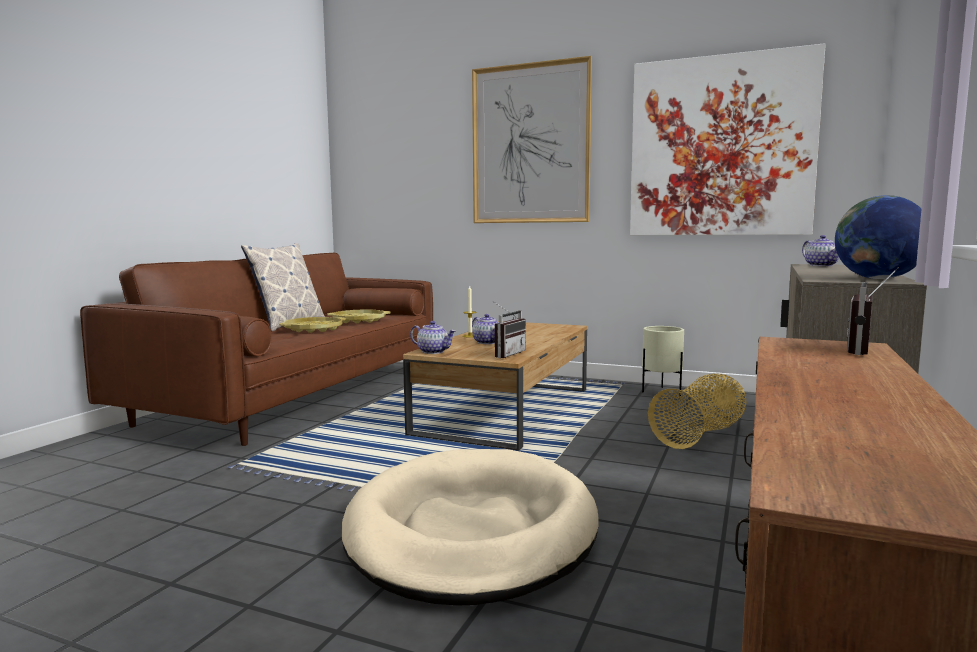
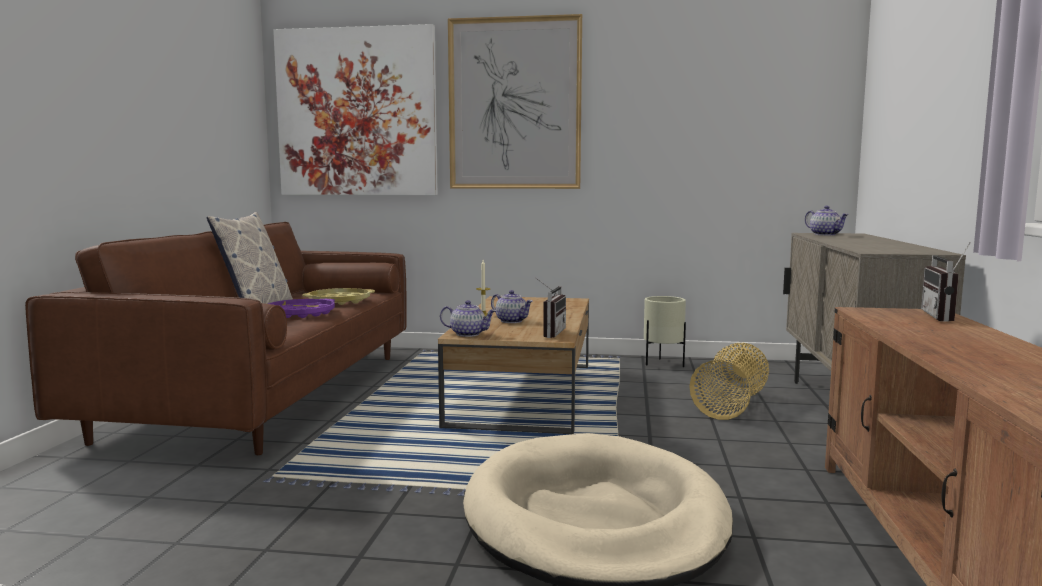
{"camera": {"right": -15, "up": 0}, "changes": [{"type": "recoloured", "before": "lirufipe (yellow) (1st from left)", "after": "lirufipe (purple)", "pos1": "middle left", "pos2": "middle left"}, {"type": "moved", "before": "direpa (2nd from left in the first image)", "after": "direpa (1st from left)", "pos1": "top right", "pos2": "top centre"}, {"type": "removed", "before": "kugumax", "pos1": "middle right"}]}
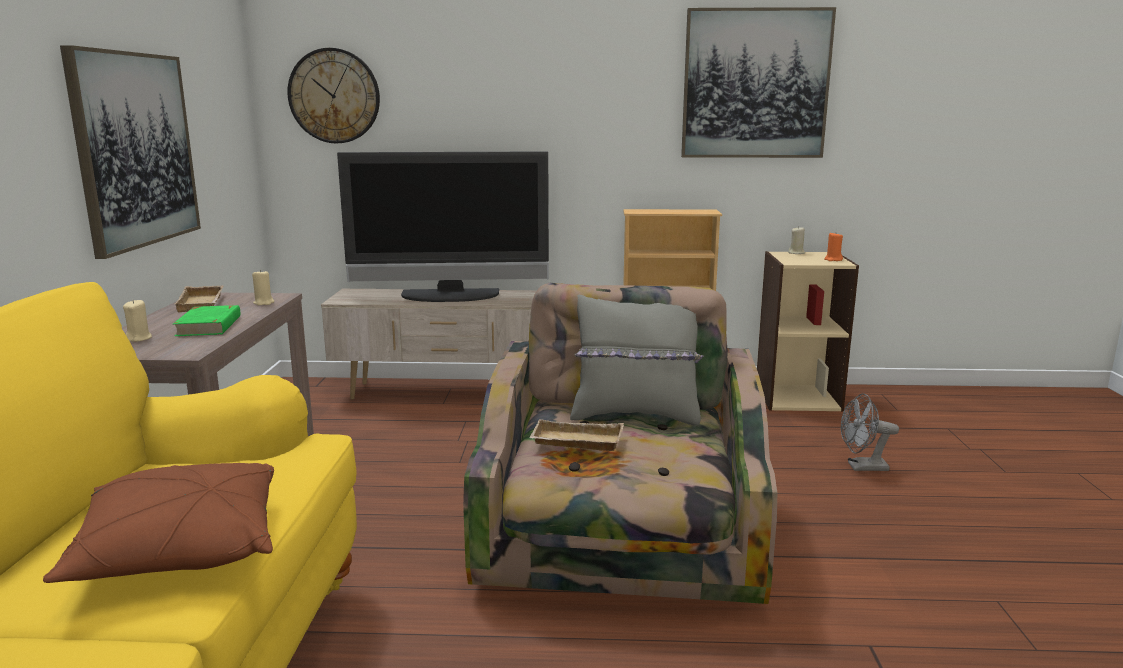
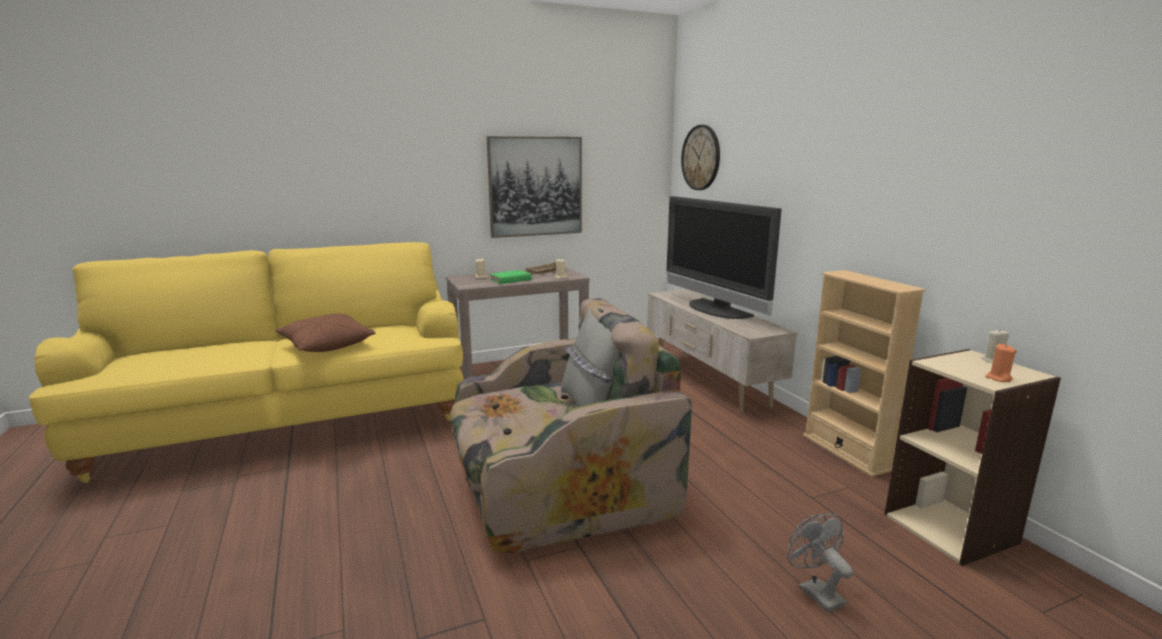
{"camera": {"right": 65, "up": 0}, "changes": [{"type": "removed", "before": "lirufipe (beige) (2nd from left)", "pos1": "centre"}, {"type": "removed", "before": "direpa (2nd from left)", "pos1": "top right"}]}
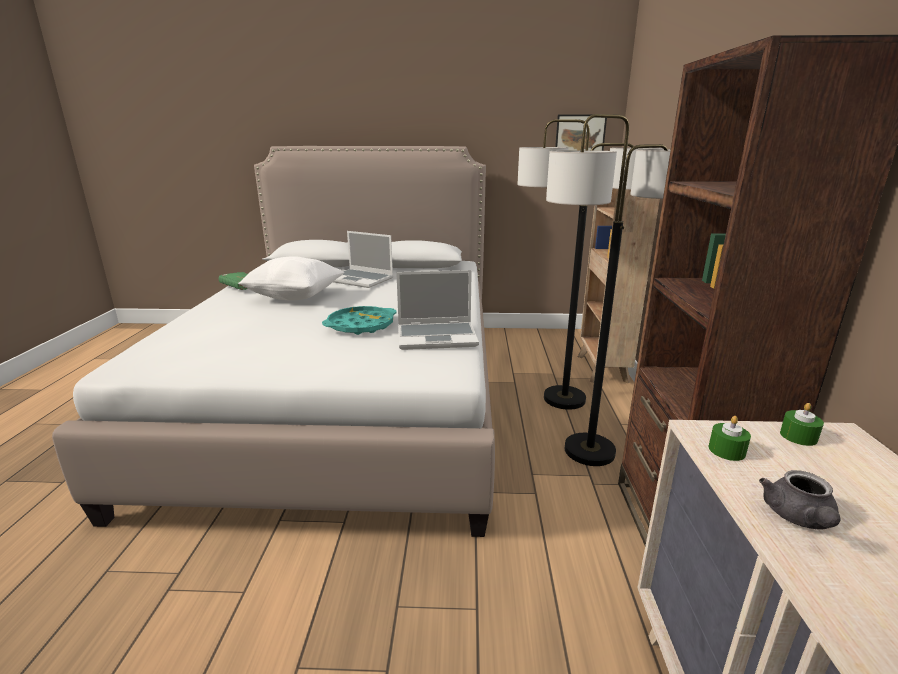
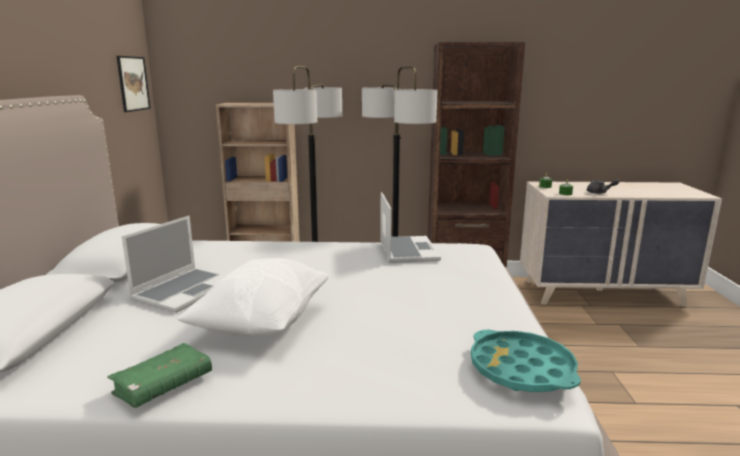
{"camera": {"right": -90, "up": -5}, "changes": [{"type": "moved", "before": "lirufipe (turquoise)", "pos1": "centre", "pos2": "bottom right"}]}
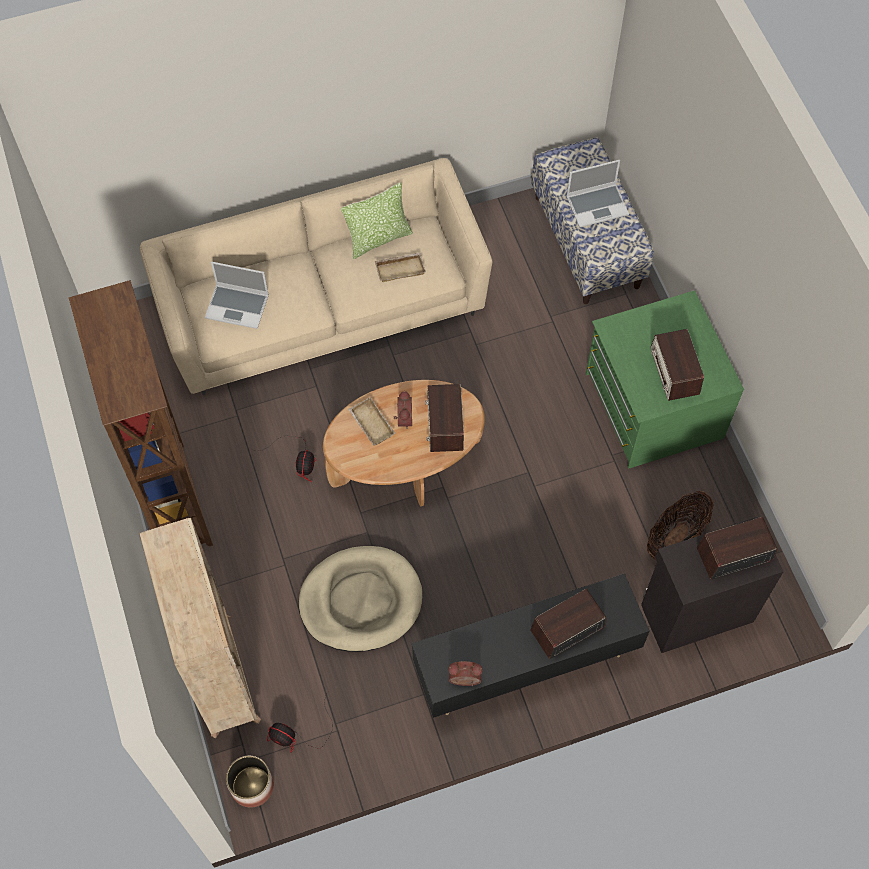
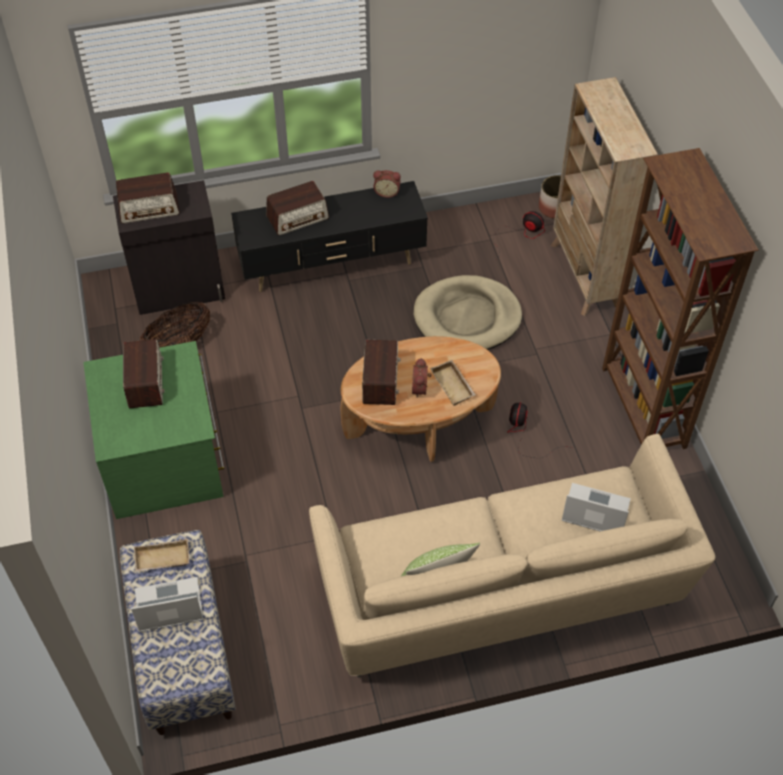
{"camera": {"right": -175, "up": -10}, "changes": [{"type": "moved", "before": "lirufipe (beige) (2nd from left in the first image)", "after": "lirufipe (beige) (1st from left)", "pos1": "top centre", "pos2": "bottom left"}]}
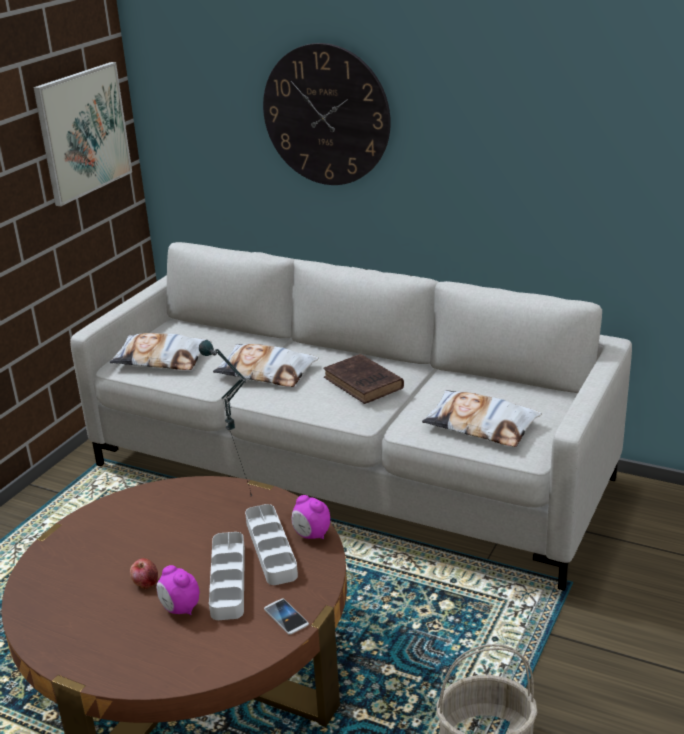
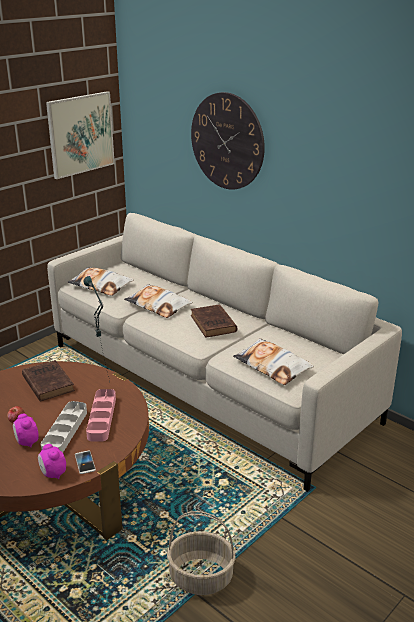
{"camera": {"right": 15, "up": 0}, "changes": [{"type": "recoloured", "before": "lirufipe (grey) (2nd from left)", "after": "lirufipe (pink)", "pos1": "bottom centre", "pos2": "bottom left"}, {"type": "moved", "before": "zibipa (2nd from left)", "pos1": "bottom centre", "pos2": "bottom left"}, {"type": "added", "after": "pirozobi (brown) (1st from left)", "pos2": "middle left"}]}
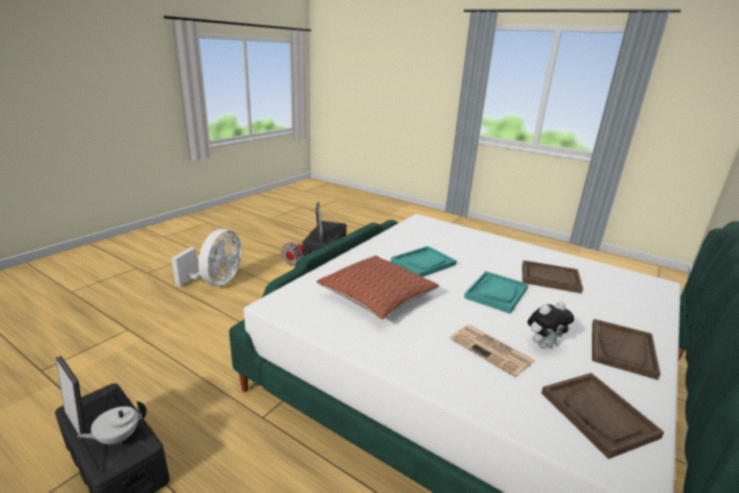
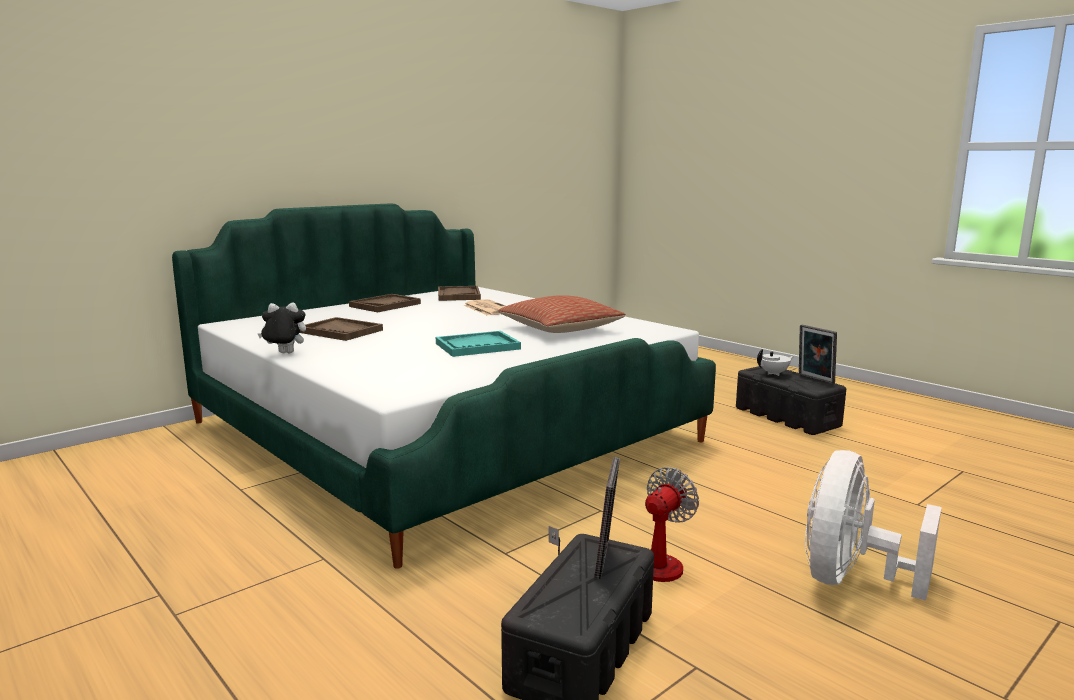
{"camera": {"right": -165, "up": -10}, "changes": [{"type": "removed", "before": "lirufipe (turquoise) (2nd from left)", "pos1": "middle right"}, {"type": "moved", "before": "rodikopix", "pos1": "middle right", "pos2": "middle left"}]}
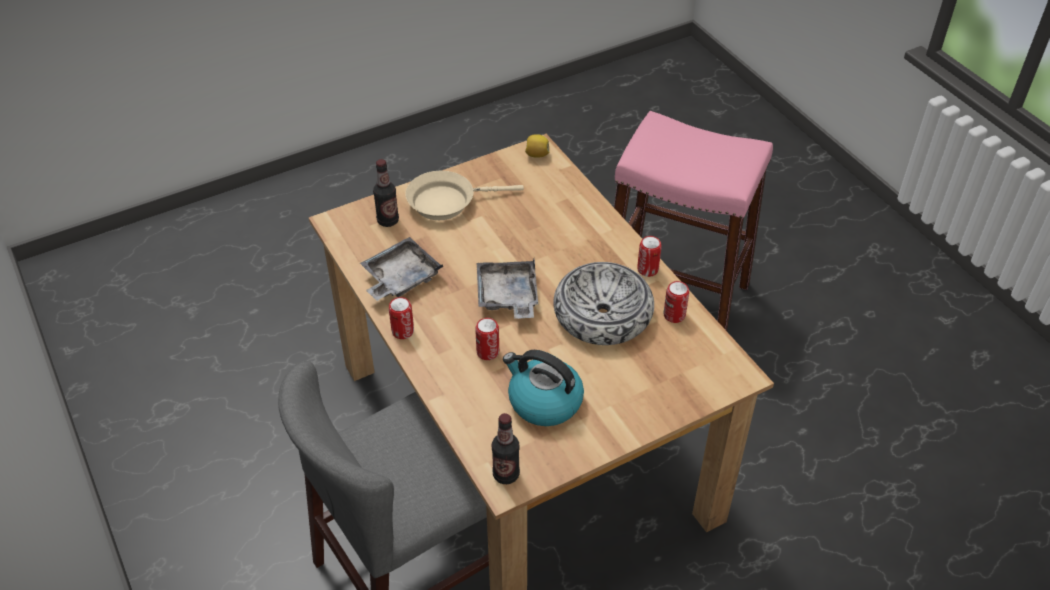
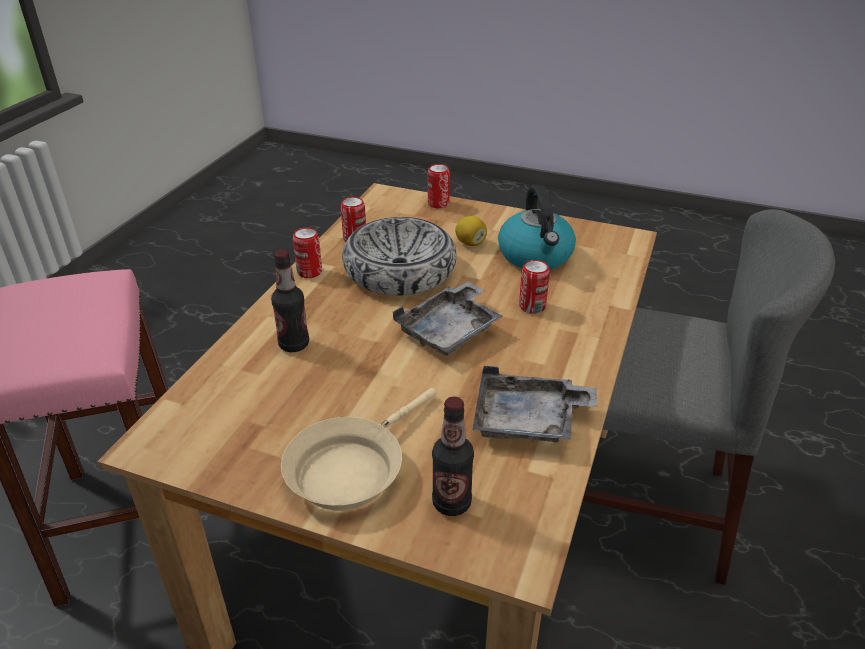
{"camera": {"right": -130, "up": -10}, "changes": [{"type": "moved", "before": "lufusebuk (1st from left in the first image)", "after": "lufusebuk (3rd from left)", "pos1": "centre", "pos2": "top centre"}, {"type": "turned", "before": "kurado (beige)", "pos1": "top centre", "pos2": "bottom centre", "turn": 90}, {"type": "moved", "before": "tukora (2nd from left in the first image)", "after": "tukora (1st from left)", "pos1": "bottom centre", "pos2": "centre"}, {"type": "moved", "before": "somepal", "pos1": "top centre", "pos2": "centre"}]}
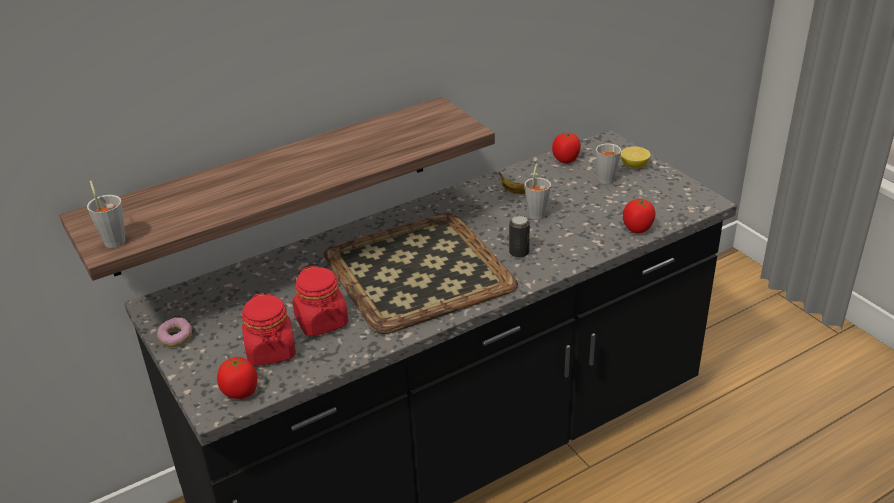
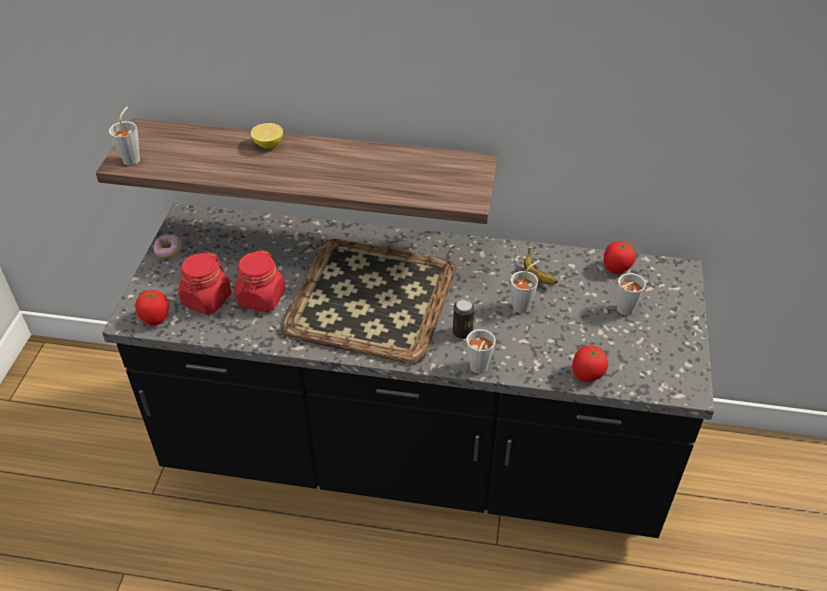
{"camera": {"right": 40, "up": 10}, "changes": [{"type": "moved", "before": "somepal", "pos1": "top right", "pos2": "top left"}, {"type": "added", "after": "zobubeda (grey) (2nd from left)", "pos2": "centre"}]}
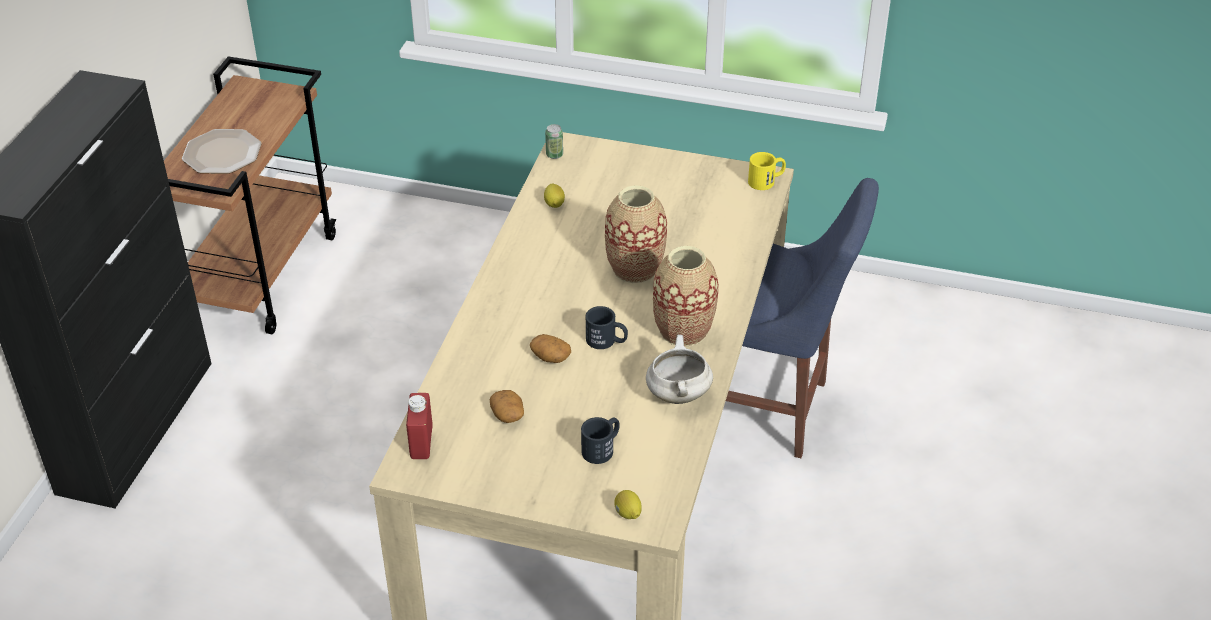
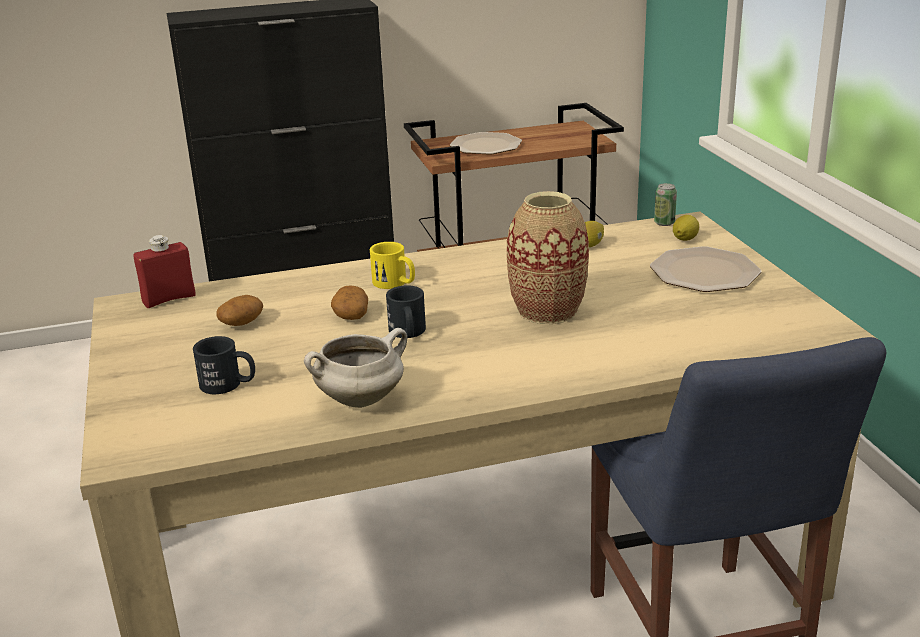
{"camera": {"right": 60, "up": -15}, "changes": [{"type": "moved", "before": "somepal (2nd from left)", "pos1": "bottom centre", "pos2": "middle right"}, {"type": "removed", "before": "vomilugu (2nd from left)", "pos1": "centre"}, {"type": "moved", "before": "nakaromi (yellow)", "pos1": "top centre", "pos2": "centre"}, {"type": "added", "after": "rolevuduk (2nd from left)", "pos2": "middle right"}]}
